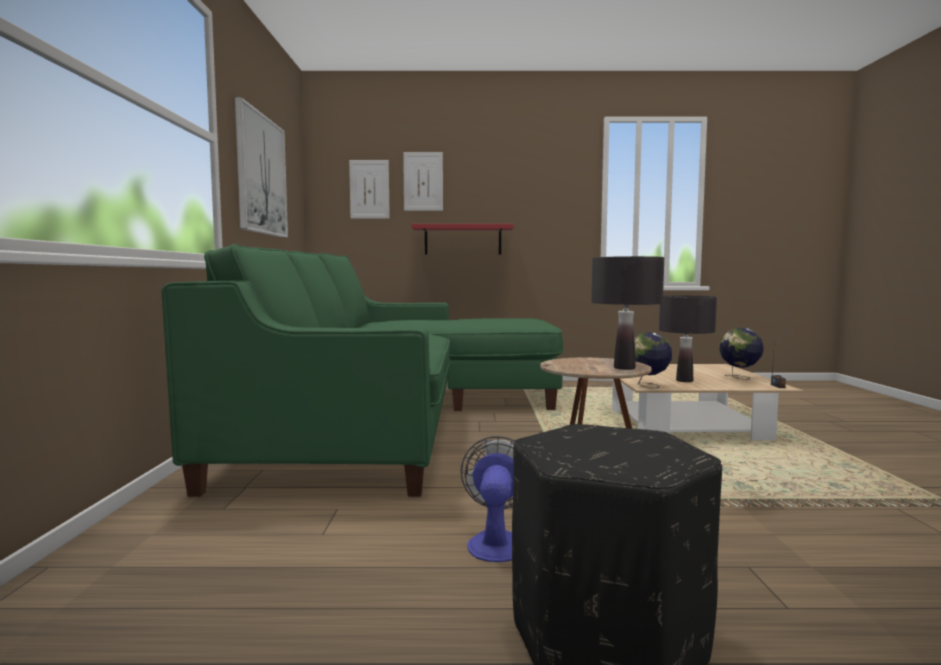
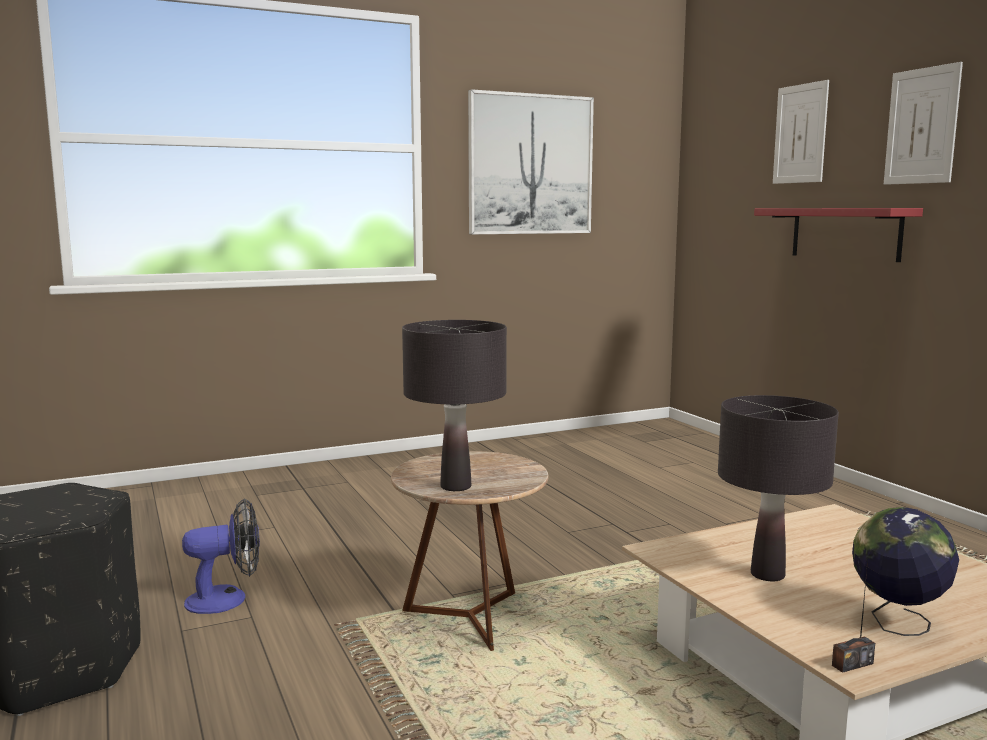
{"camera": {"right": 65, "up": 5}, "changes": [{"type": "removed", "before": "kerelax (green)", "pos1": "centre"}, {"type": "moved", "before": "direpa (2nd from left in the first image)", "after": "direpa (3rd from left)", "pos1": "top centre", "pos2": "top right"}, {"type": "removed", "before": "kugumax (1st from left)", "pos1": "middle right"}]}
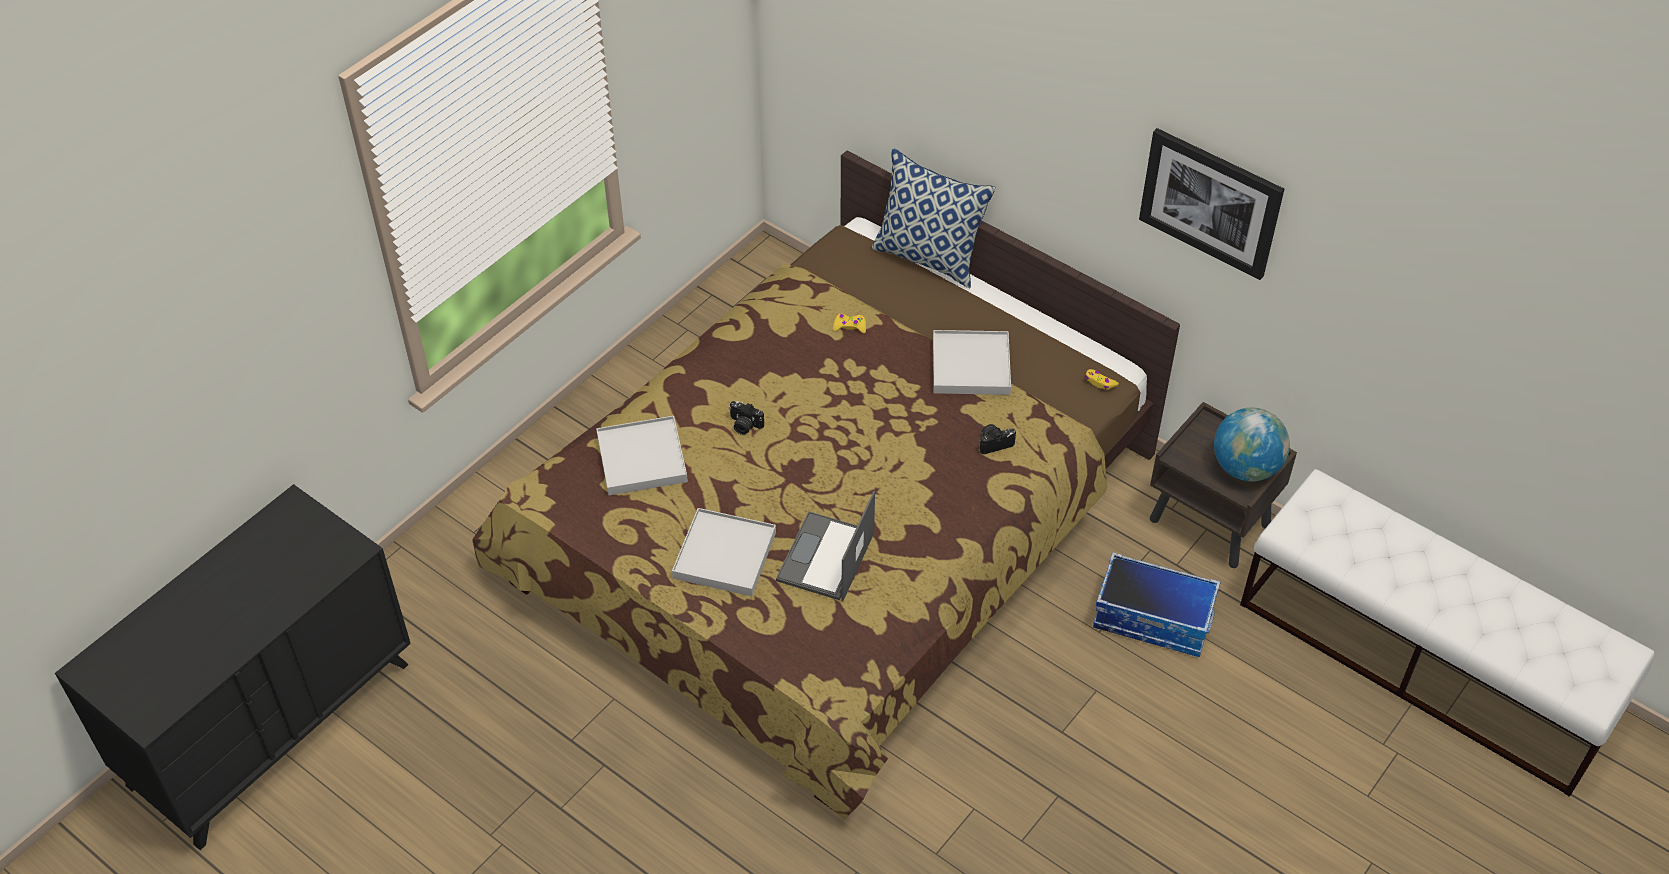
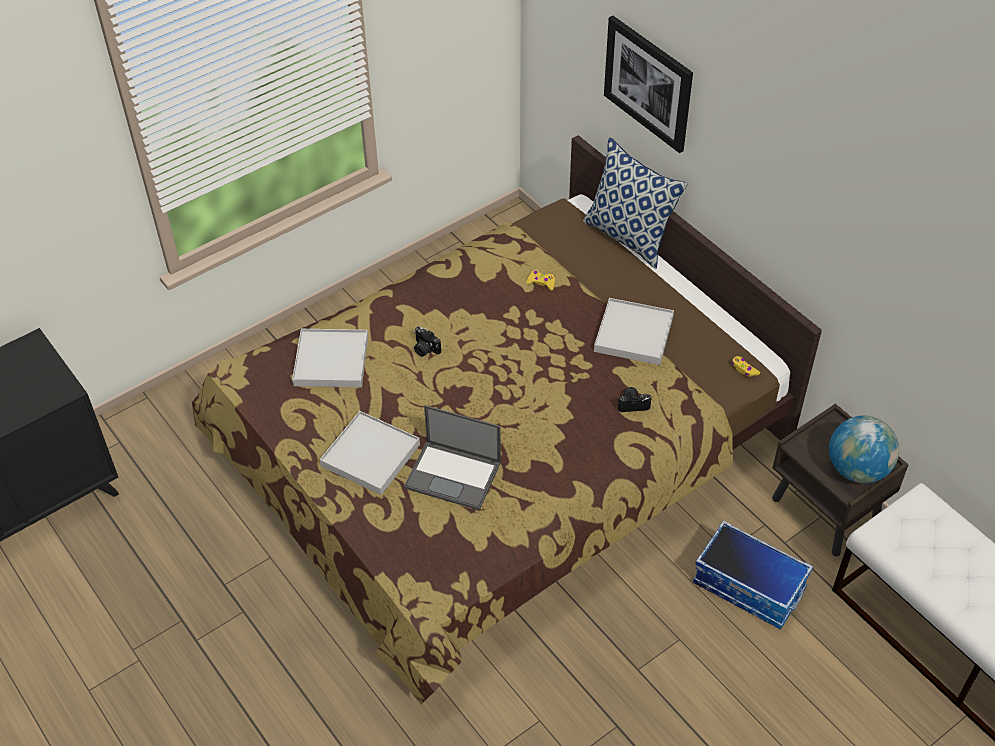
{"camera": {"right": 15, "up": 0}, "changes": [{"type": "turned", "before": "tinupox", "pos1": "centre", "pos2": "centre", "turn": -105}, {"type": "moved", "before": "direpa", "pos1": "top right", "pos2": "top centre"}]}
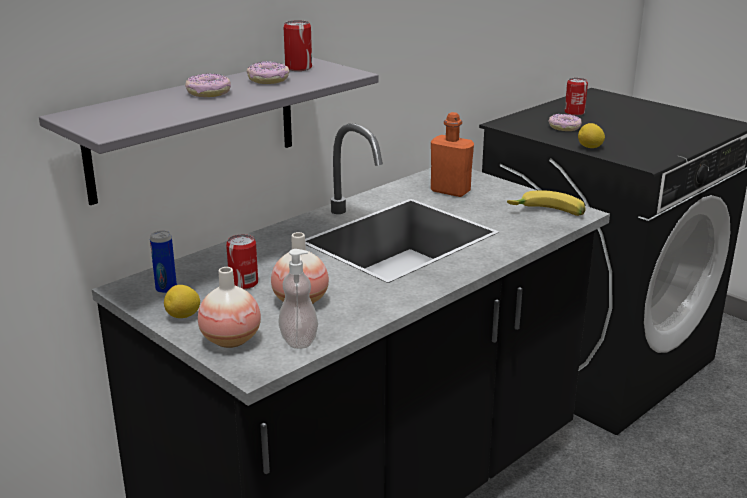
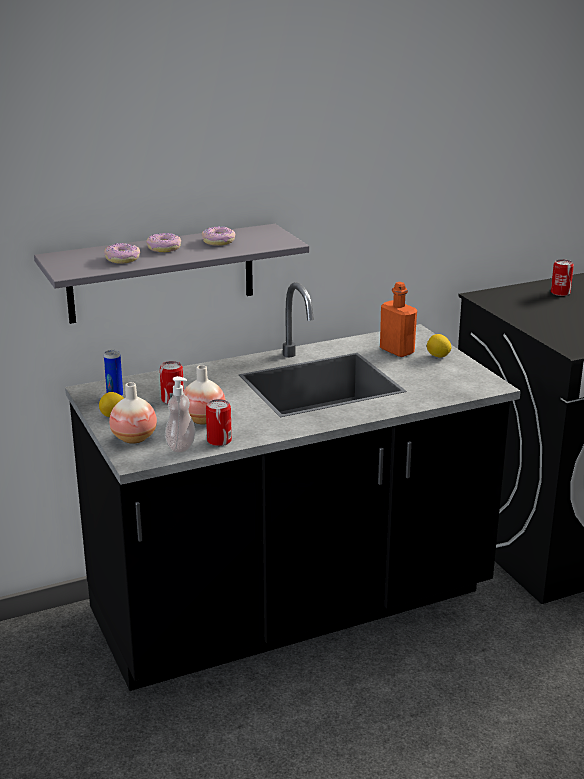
{"camera": {"right": 20, "up": 0}, "changes": [{"type": "moved", "before": "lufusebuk (3rd from left)", "pos1": "top centre", "pos2": "centre"}, {"type": "removed", "before": "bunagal", "pos1": "middle right"}, {"type": "moved", "before": "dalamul (3rd from left in the first image)", "after": "dalamul (1st from left)", "pos1": "top right", "pos2": "top left"}, {"type": "moved", "before": "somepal (2nd from left)", "pos1": "top right", "pos2": "middle right"}]}
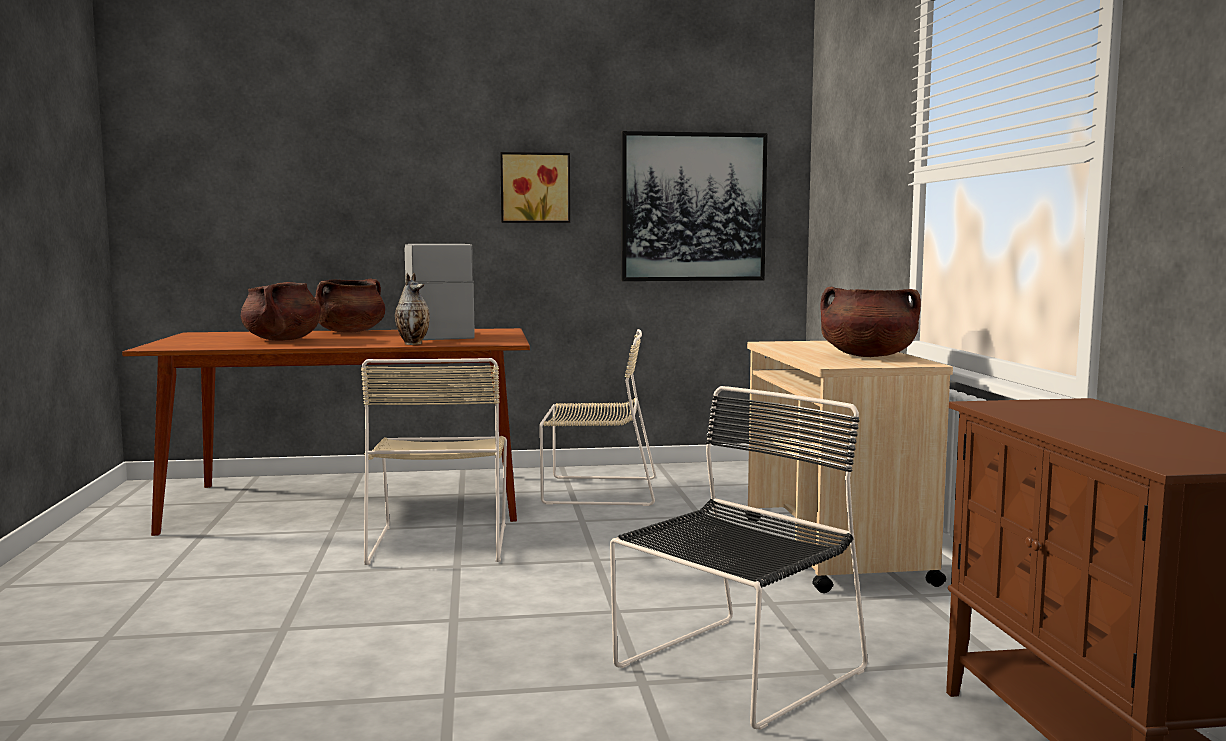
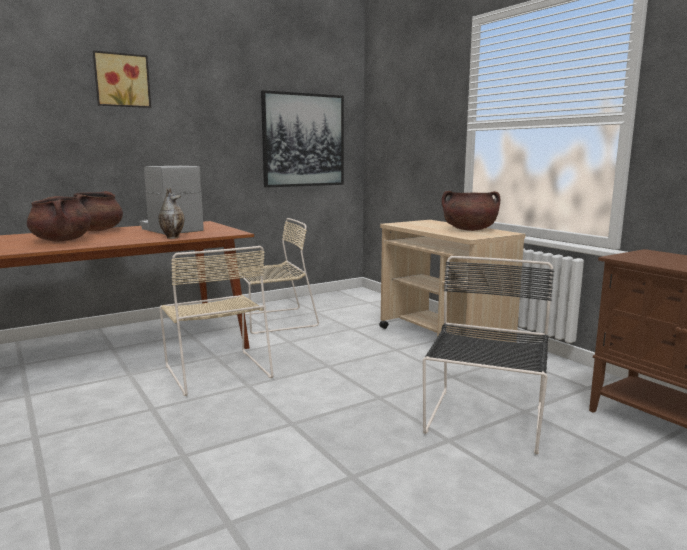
{"camera": {"right": -25, "up": 5}, "changes": [{"type": "moved", "before": "direpa (1st from left)", "pos1": "top centre", "pos2": "top left"}]}
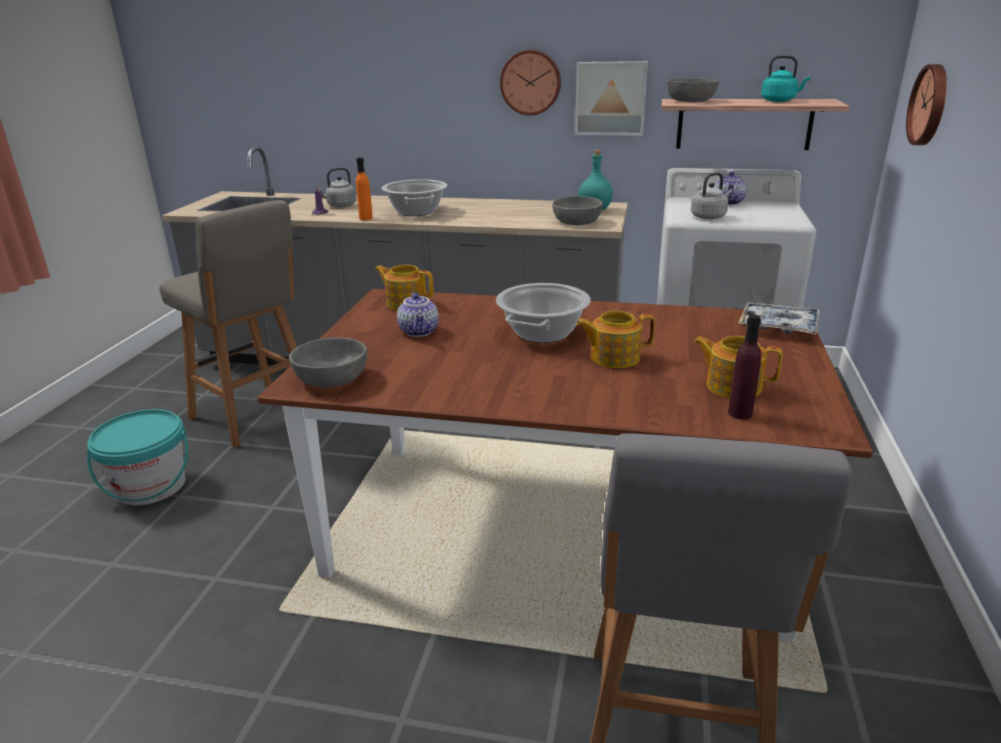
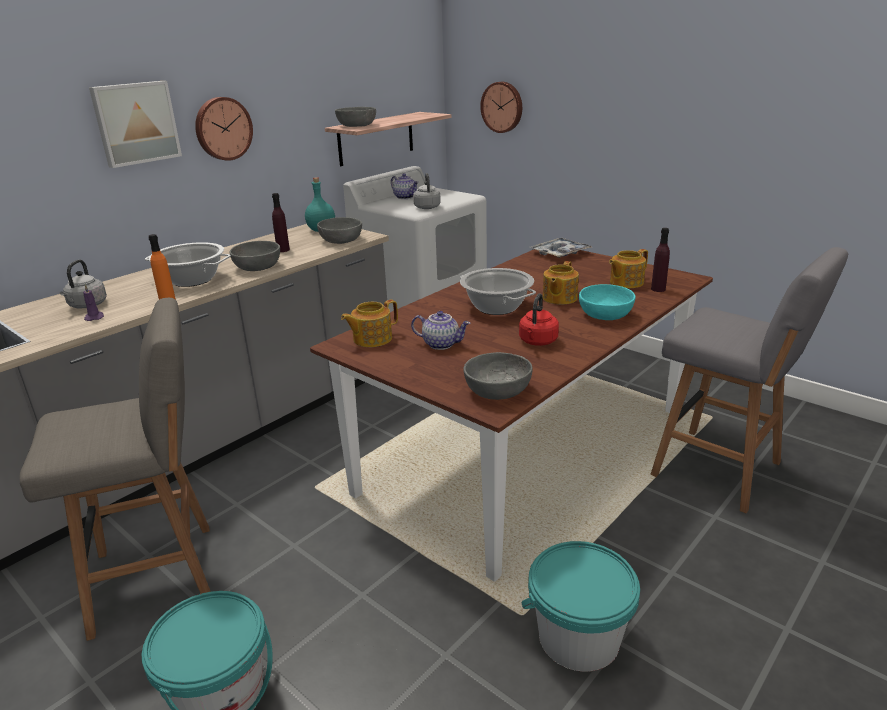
{"camera": {"right": -60, "up": 0}, "changes": [{"type": "moved", "before": "direpa", "pos1": "top centre", "pos2": "top left"}, {"type": "removed", "before": "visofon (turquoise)", "pos1": "top right"}, {"type": "added", "after": "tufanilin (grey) (1st from left)", "pos2": "middle left"}, {"type": "added", "after": "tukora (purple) (1st from left)", "pos2": "top left"}, {"type": "added", "after": "visofon (red)", "pos2": "centre"}, {"type": "added", "after": "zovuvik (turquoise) (2nd from left)", "pos2": "bottom centre"}, {"type": "added", "after": "tufanilin (turquoise)", "pos2": "middle right"}]}
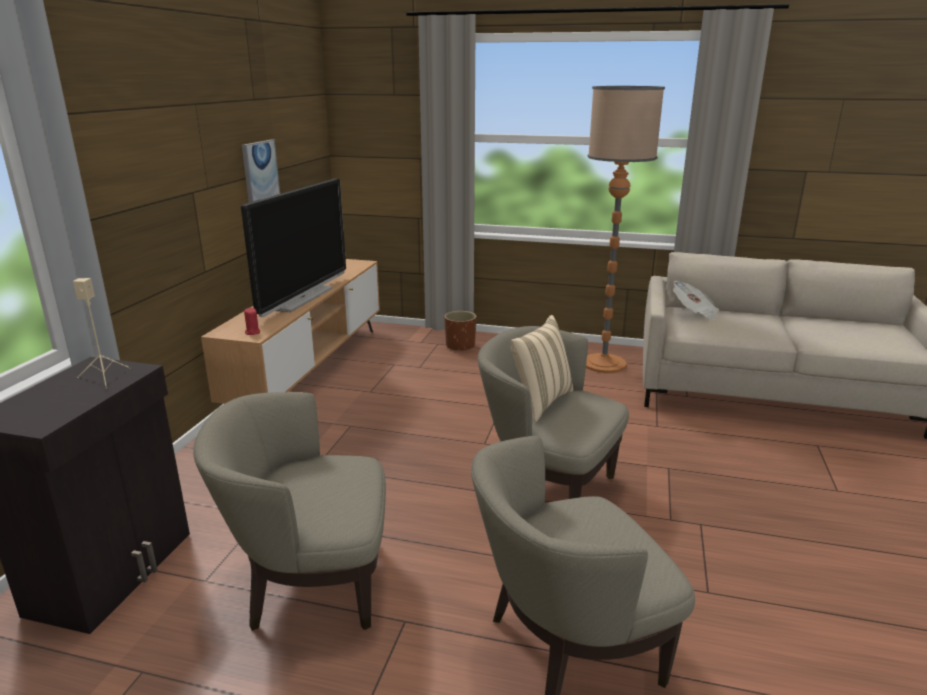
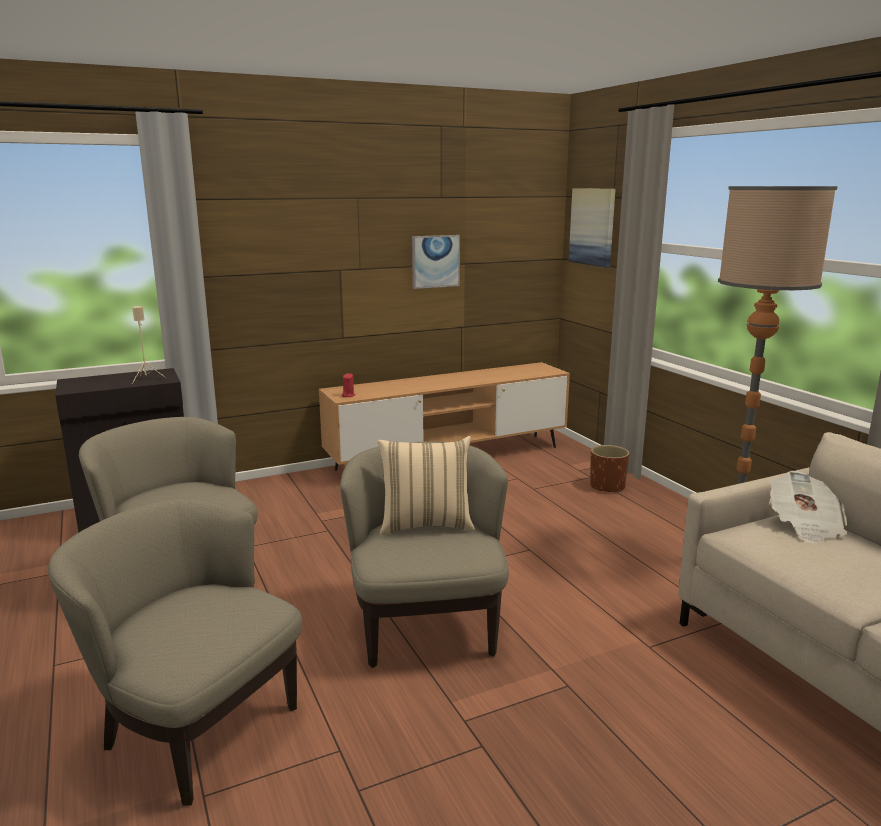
{"camera": {"right": 50, "up": -5}, "changes": [{"type": "removed", "before": "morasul", "pos1": "middle left"}, {"type": "added", "after": "direpa (2nd from left)", "pos2": "top right"}]}
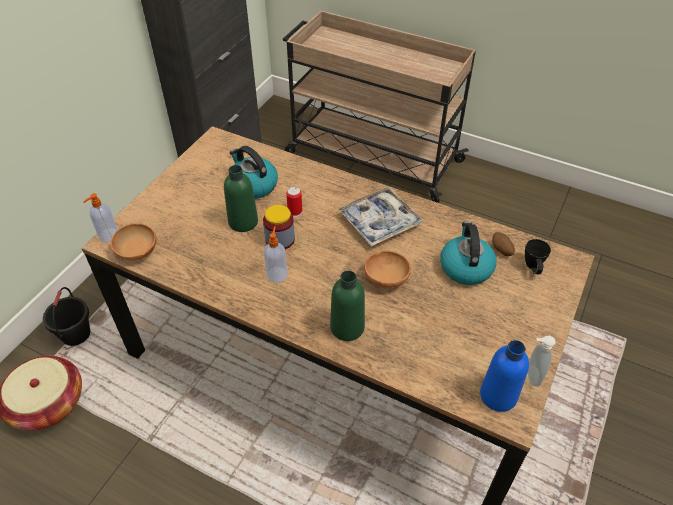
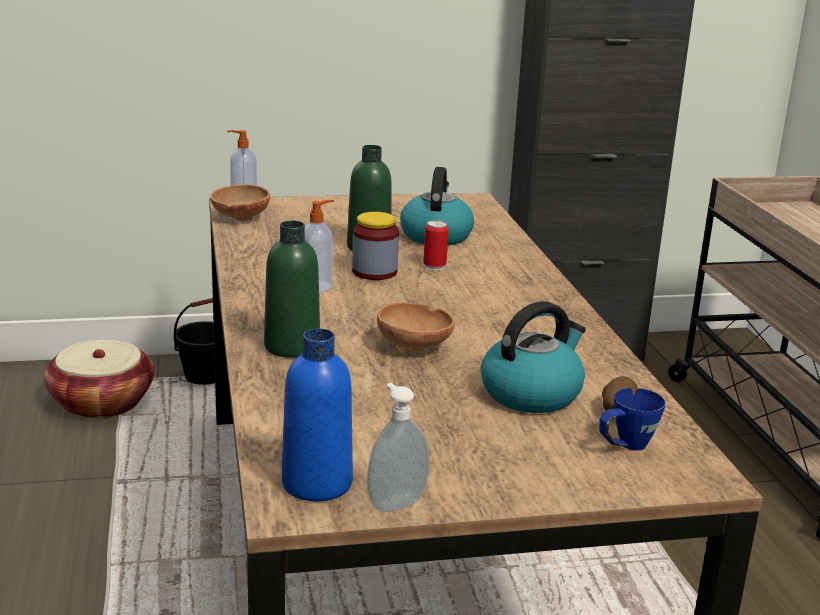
{"camera": {"right": 50, "up": -25}, "changes": [{"type": "removed", "before": "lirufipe", "pos1": "centre"}, {"type": "recoloured", "before": "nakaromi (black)", "after": "nakaromi (blue)", "pos1": "middle right", "pos2": "bottom right"}]}
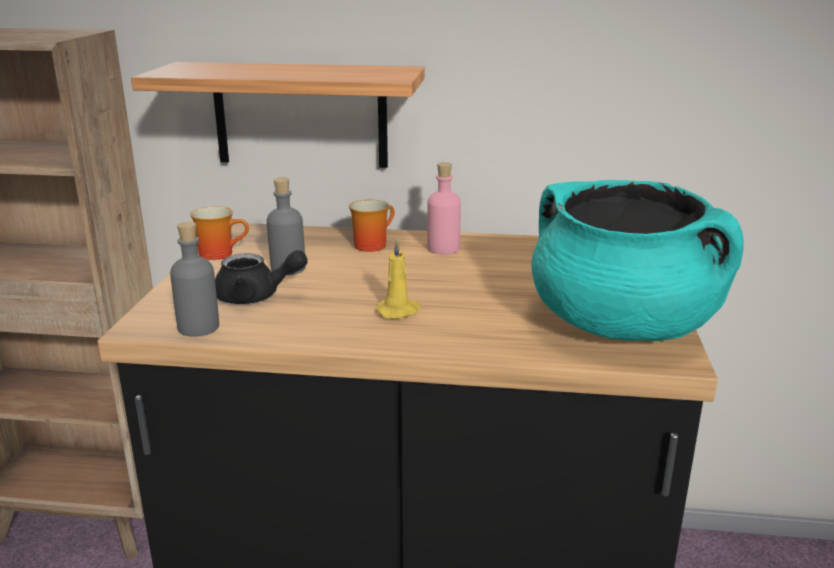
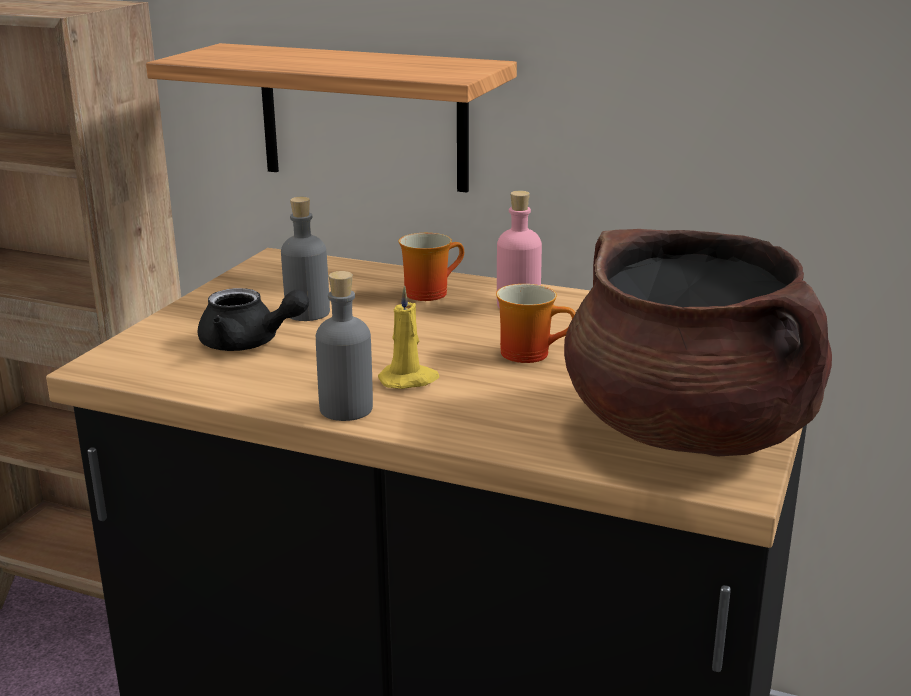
{"camera": {"right": 15, "up": 0}, "changes": [{"type": "moved", "before": "tukora (grey) (1st from left in the first image)", "after": "tukora (grey) (2nd from left)", "pos1": "middle left", "pos2": "centre"}, {"type": "moved", "before": "nakaromi (1st from left in the first image)", "after": "nakaromi (2nd from left)", "pos1": "middle left", "pos2": "centre"}, {"type": "recoloured", "before": "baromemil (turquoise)", "after": "baromemil (brown)", "pos1": "middle right", "pos2": "middle right"}]}
